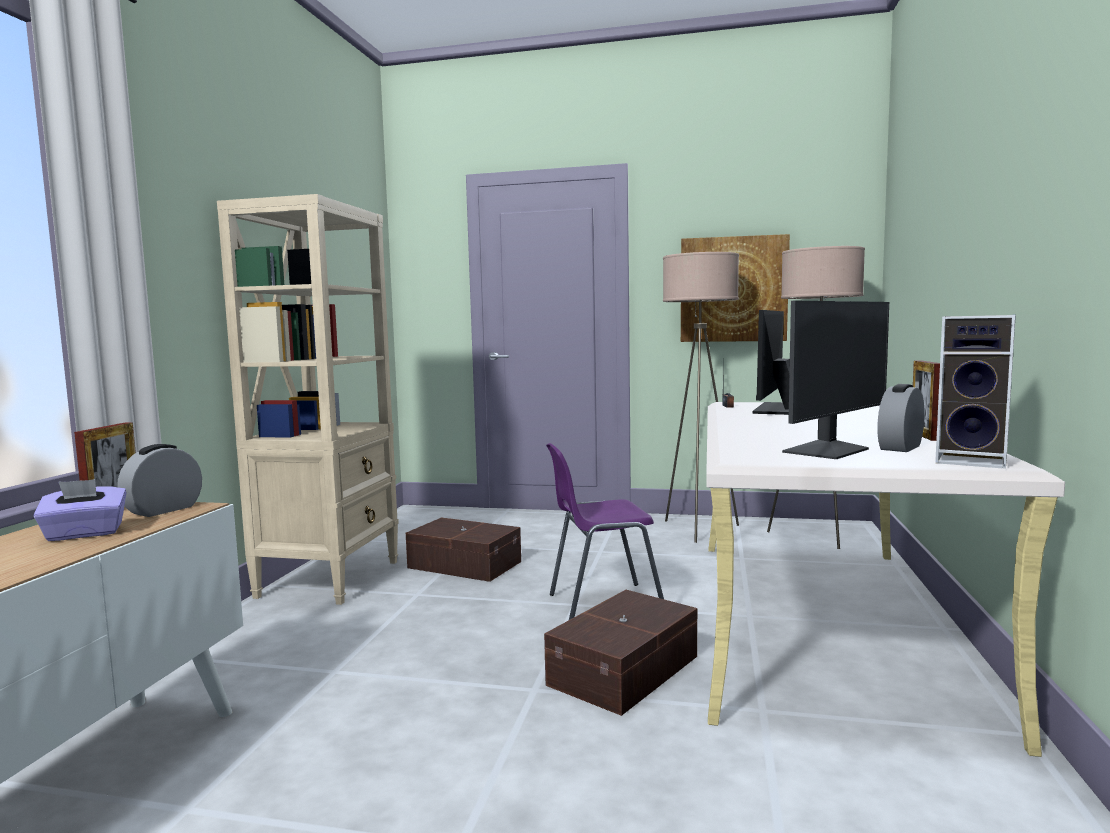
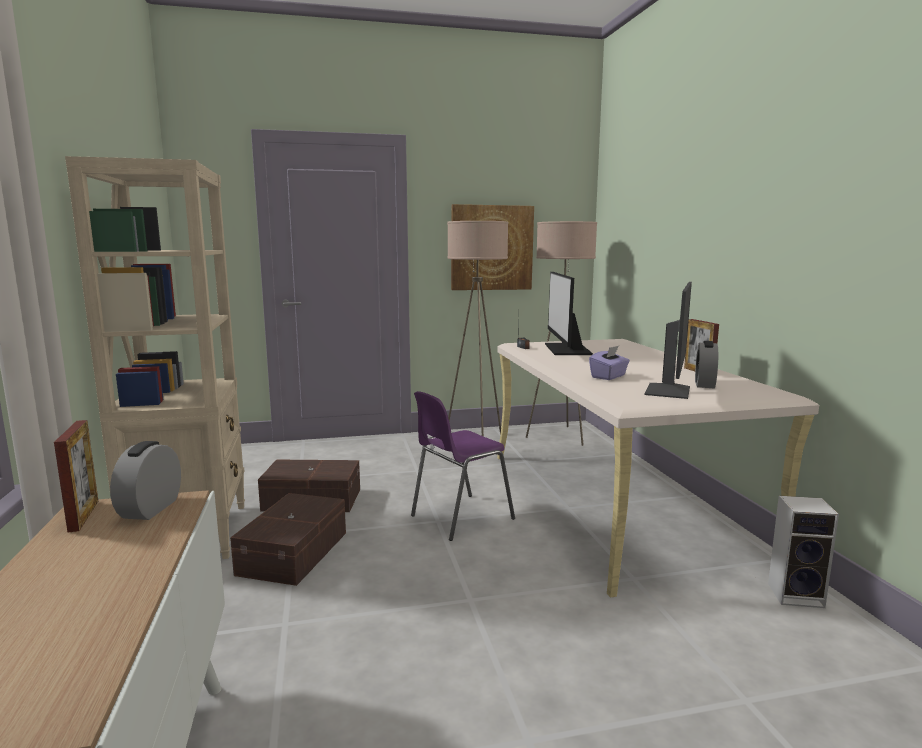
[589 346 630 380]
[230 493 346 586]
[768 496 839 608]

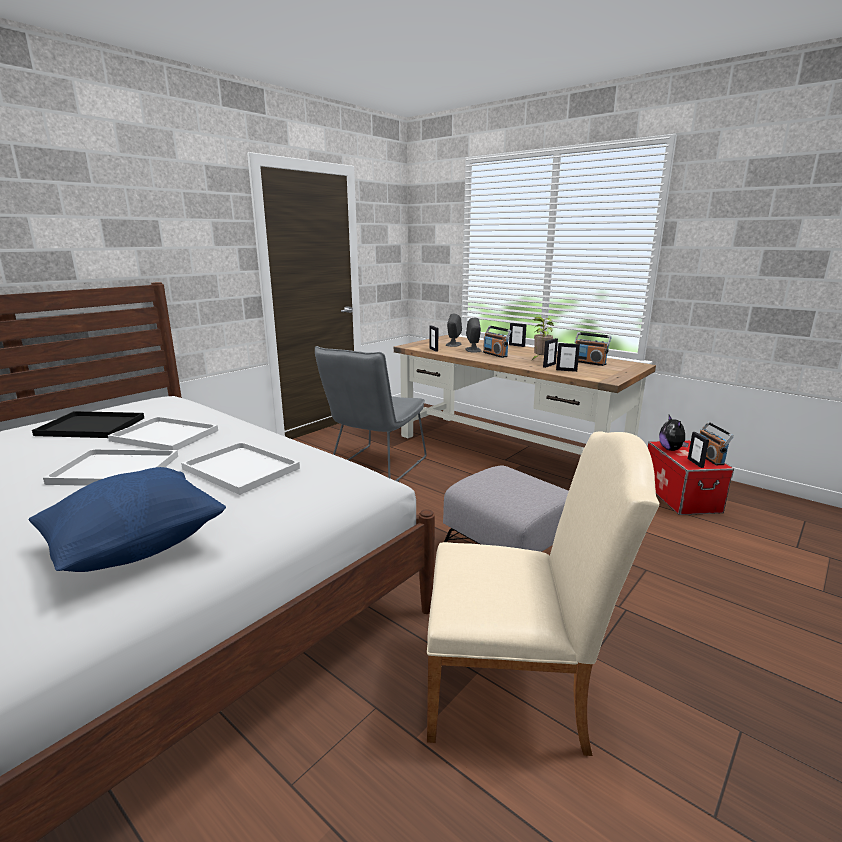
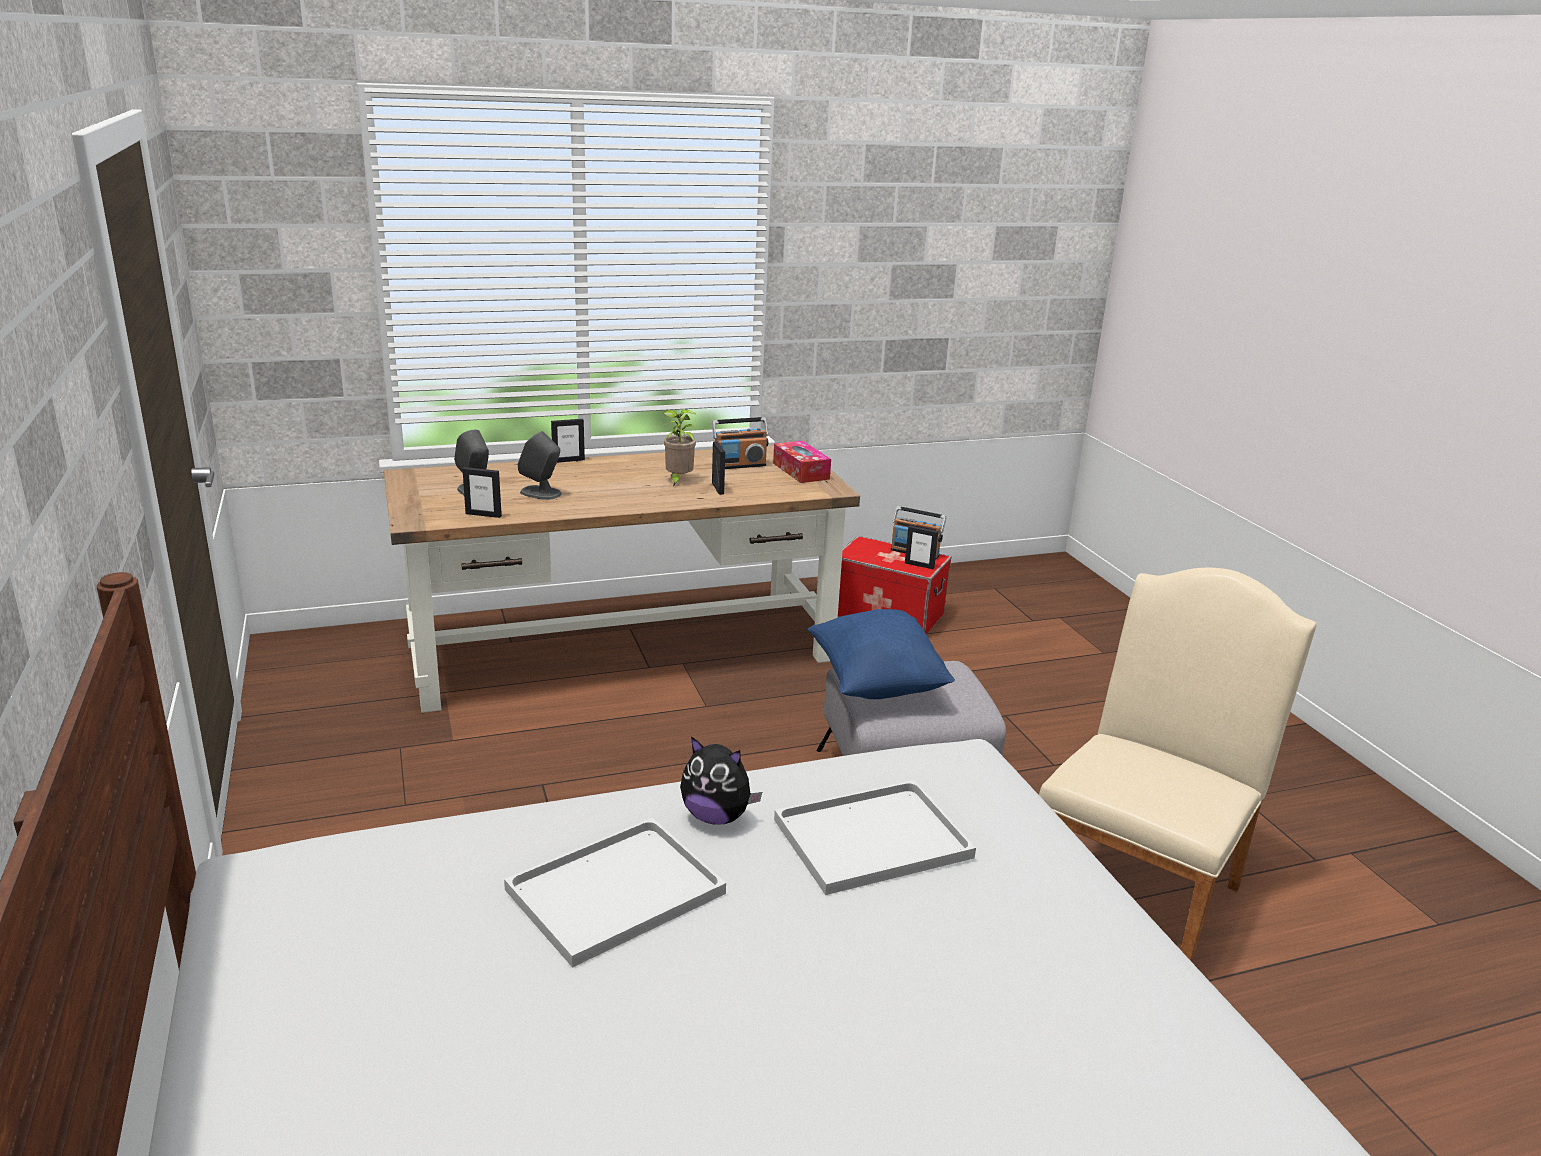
[32 411 144 438] (first image)
[43 449 178 486] (first image)
[315 346 427 482] (first image)
[483 325 511 358] (first image)
[556 343 580 372] (first image)
[773 441 831 483]
[807 609 955 699]
[680 736 762 825]

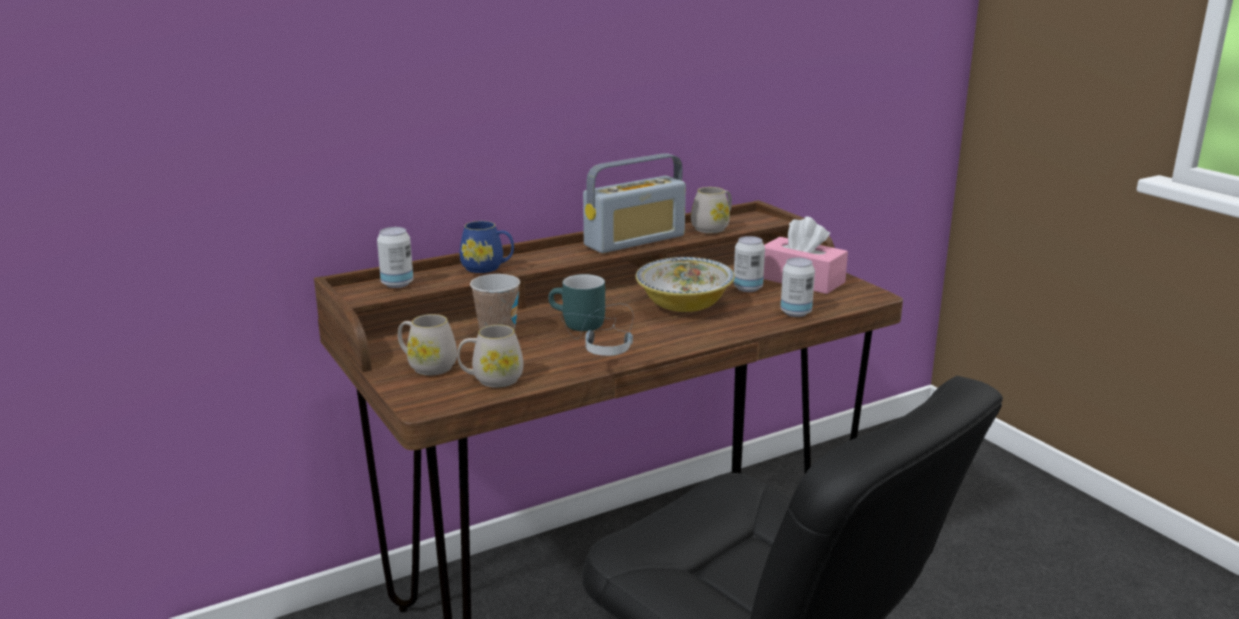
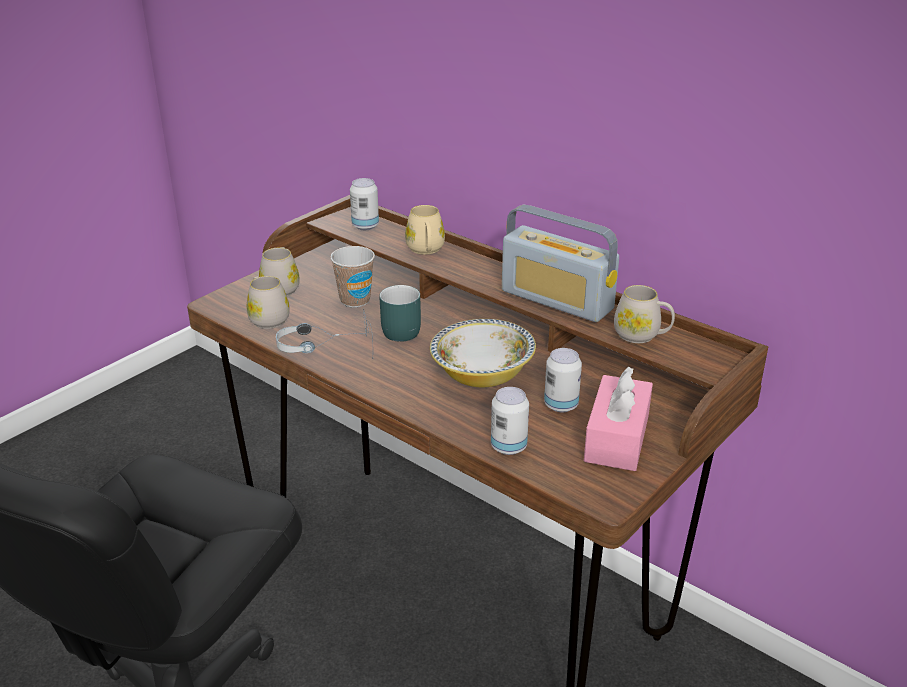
[405 205 445 255]

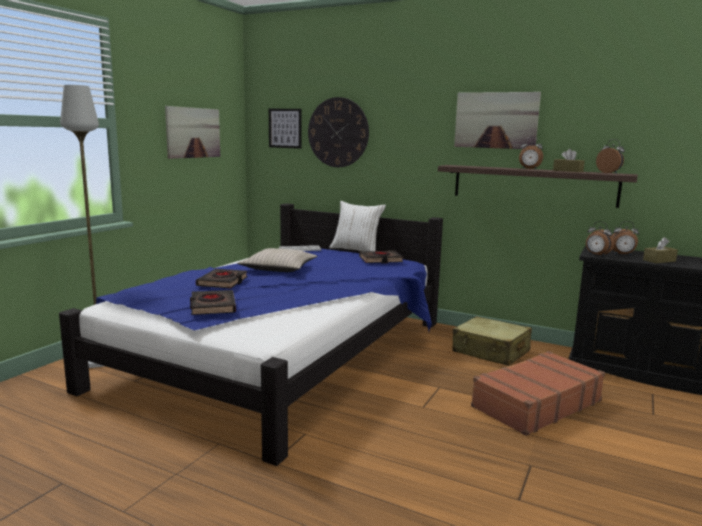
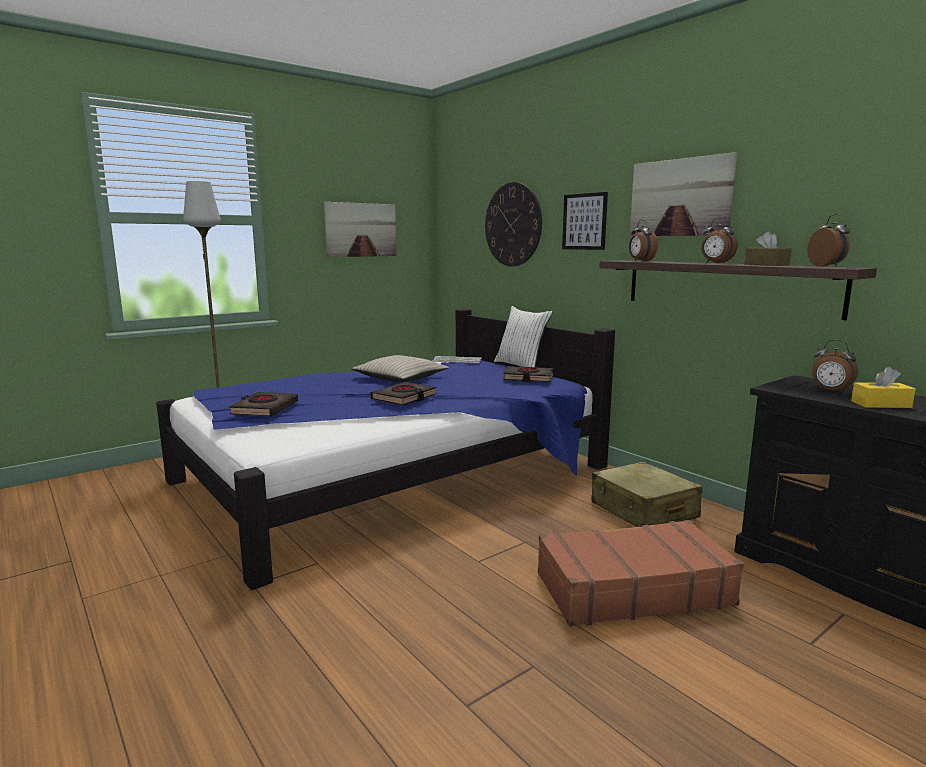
[370 382 437 406]
[562 192 608 250]
[629 220 658 262]
[851 367 916 408]

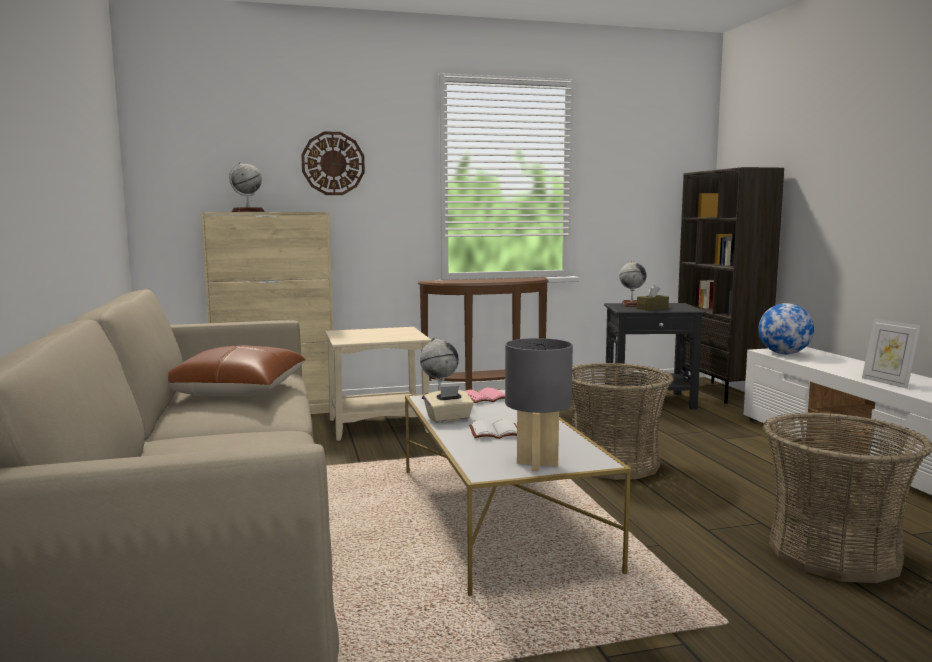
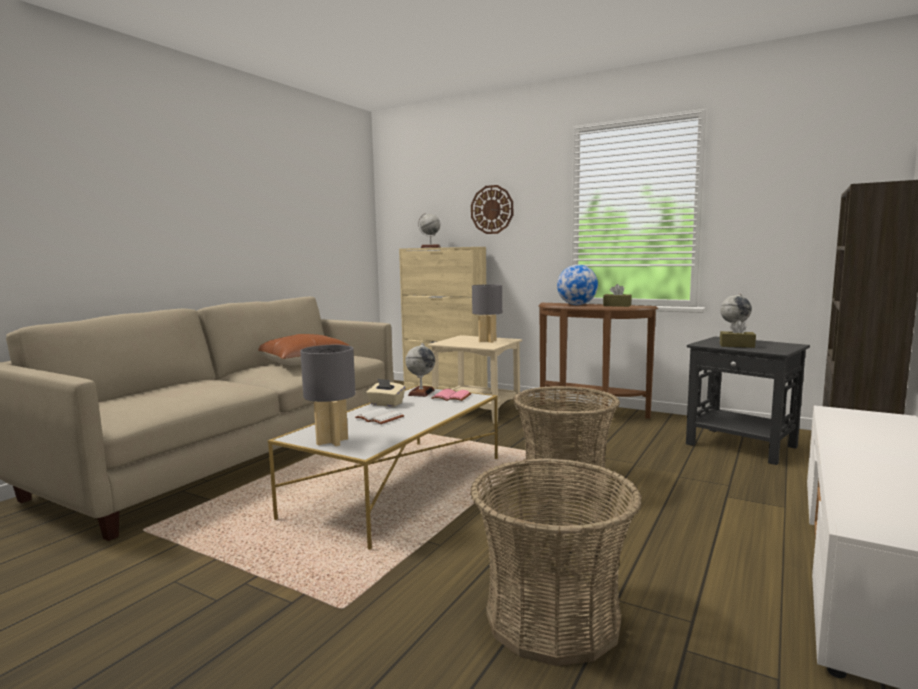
[862 318 921 389] (first image)
[472 284 502 343]
[603 284 632 307]
[557 265 598 305]

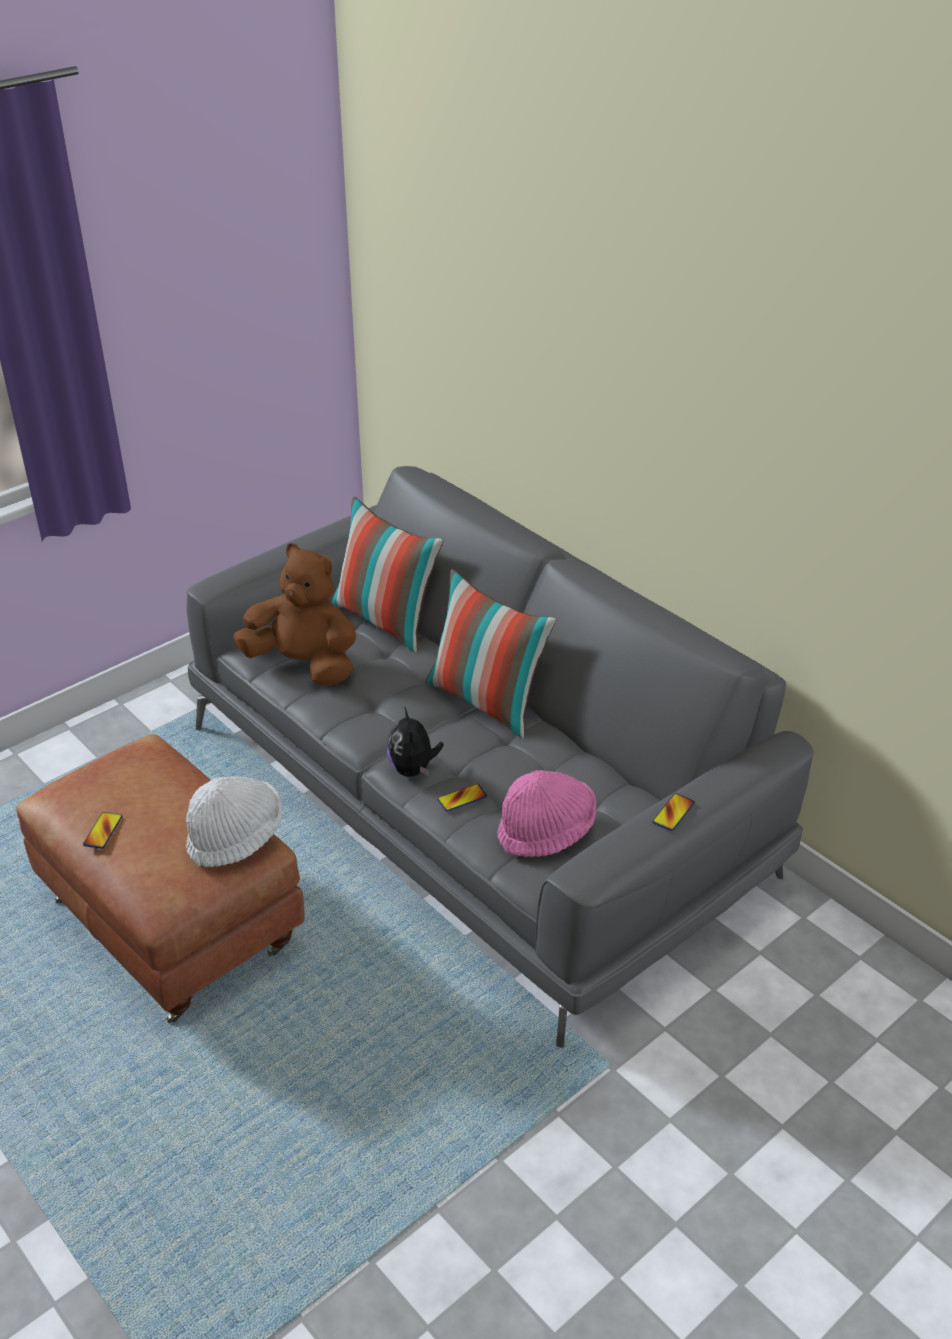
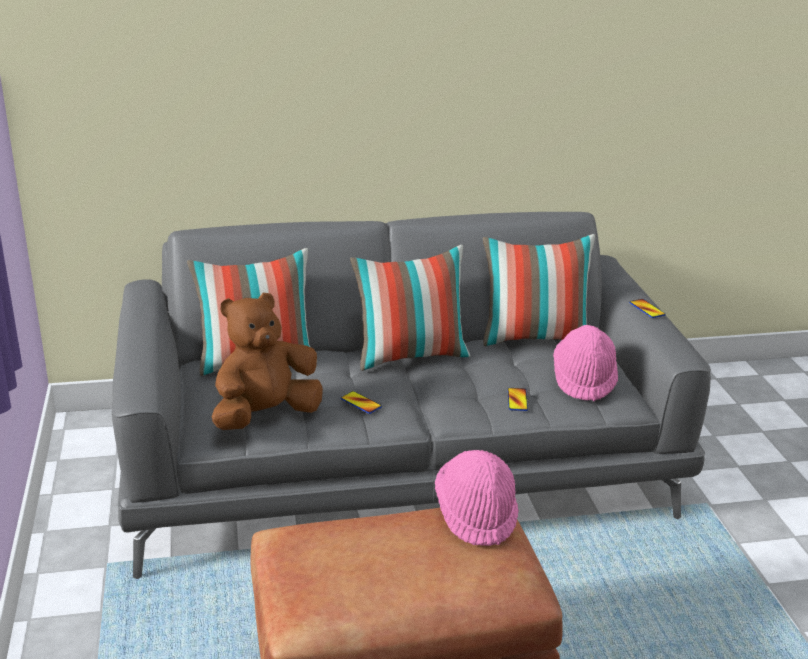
[387 706 444 777] (first image)
[483 234 595 346]
[341 391 382 414]
[435 450 519 546]

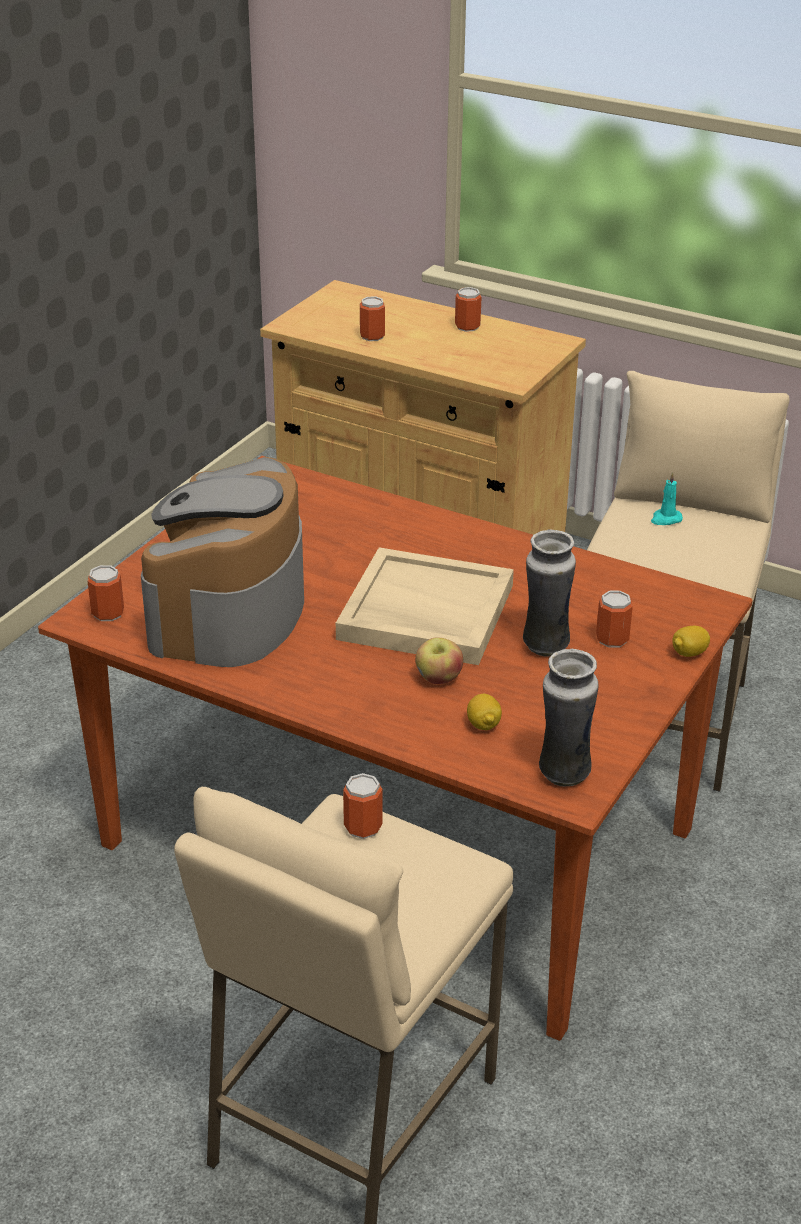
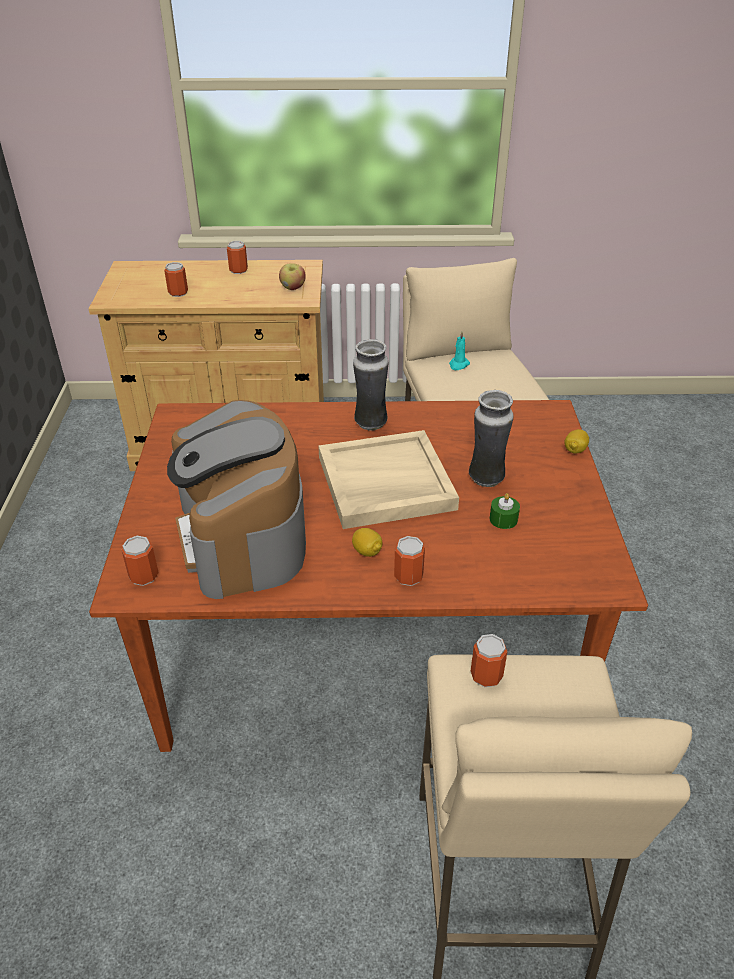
[490 493 520 529]
[279 263 306 290]
[352 528 382 557]
[353 339 388 431]
[394 536 425 586]

